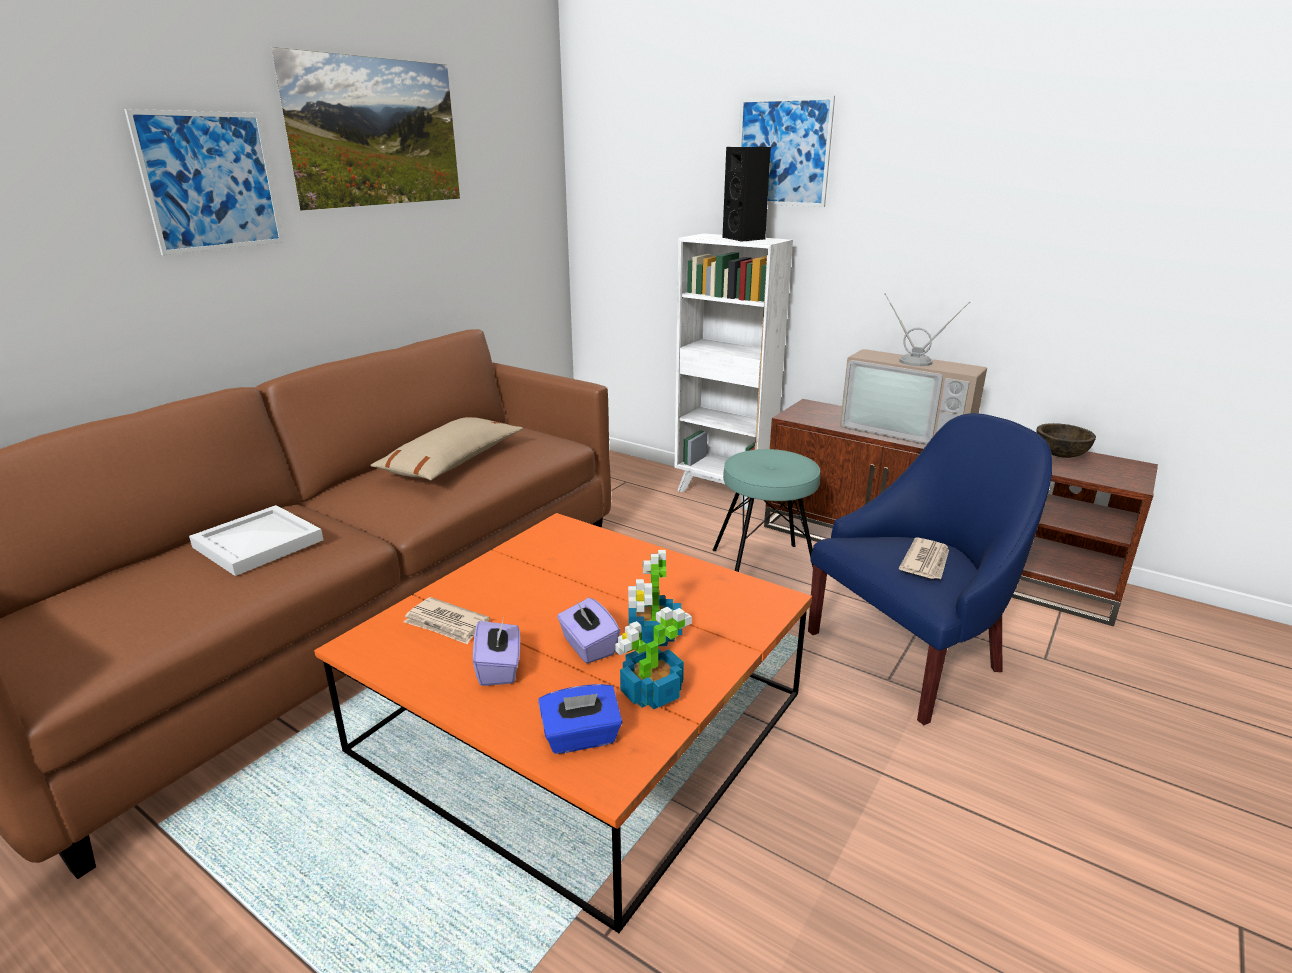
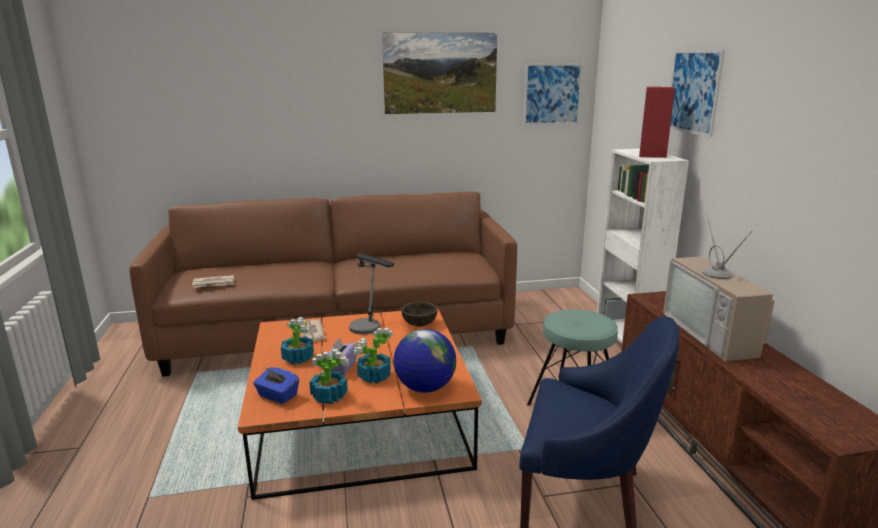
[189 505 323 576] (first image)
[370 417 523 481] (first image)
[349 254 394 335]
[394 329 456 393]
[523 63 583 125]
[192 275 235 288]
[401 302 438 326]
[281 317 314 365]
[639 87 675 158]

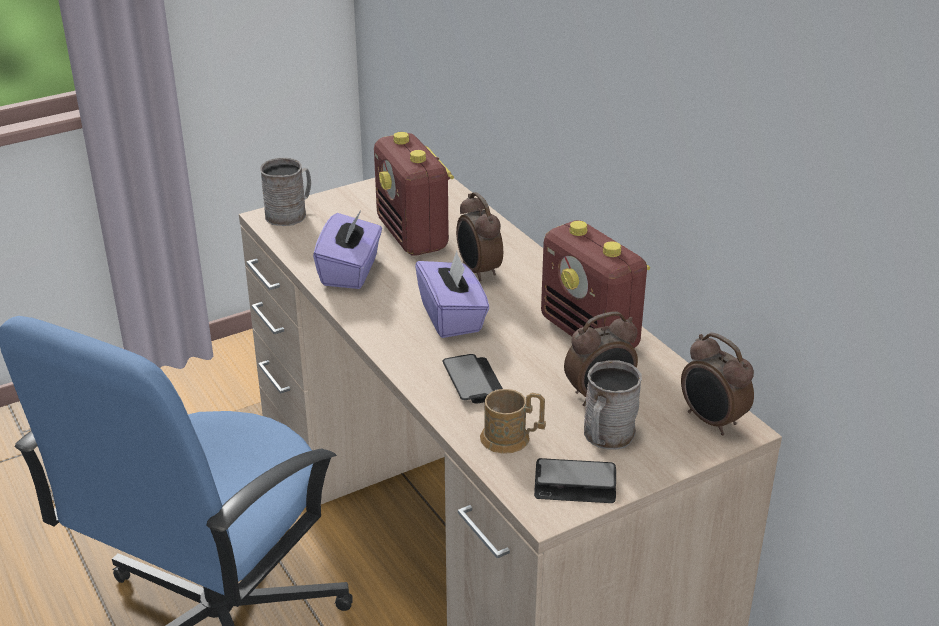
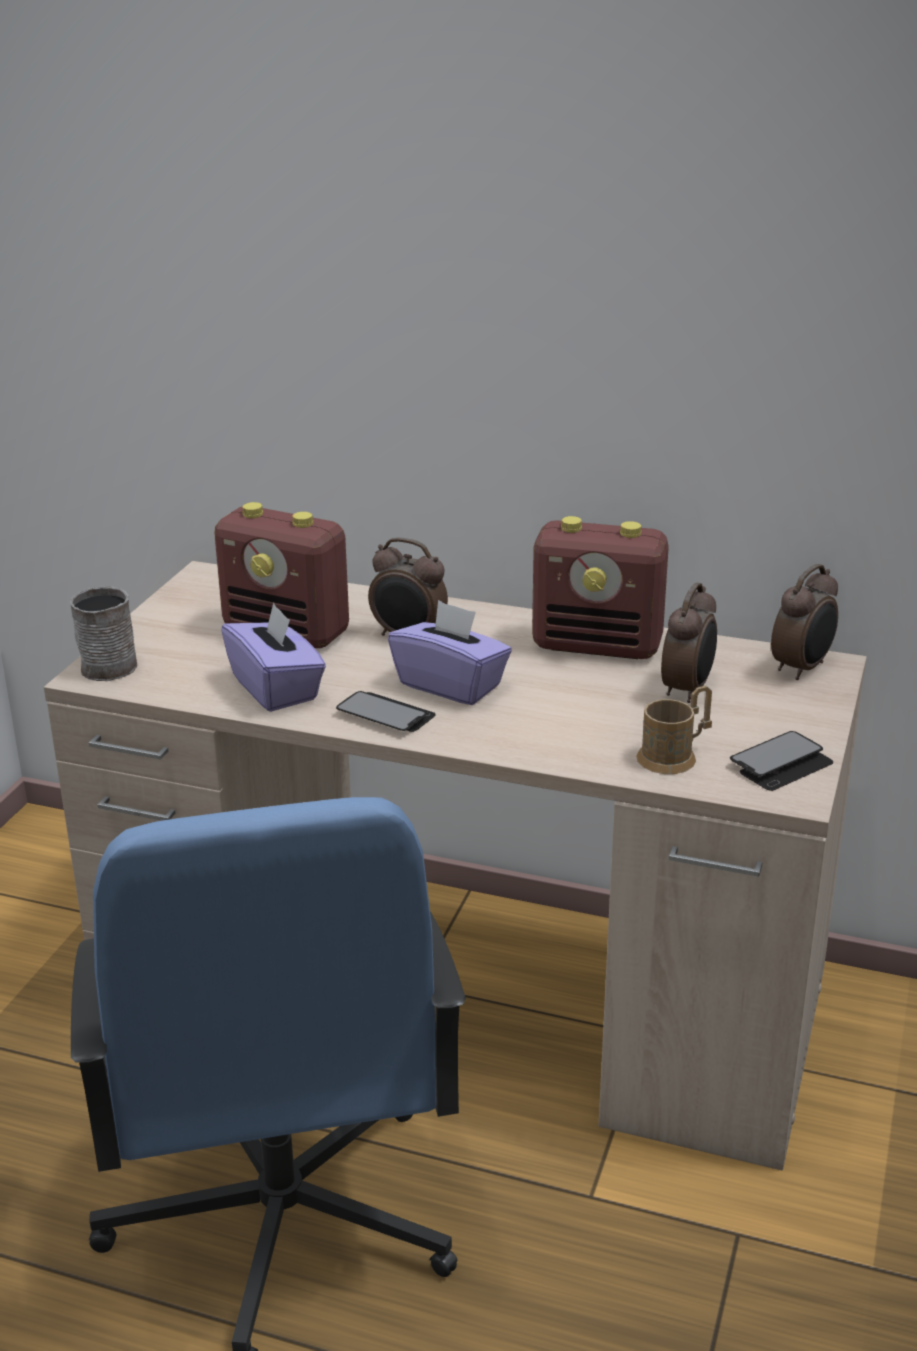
[584 360 642 450] (first image)
[336 691 435 732]
[771 564 838 680]

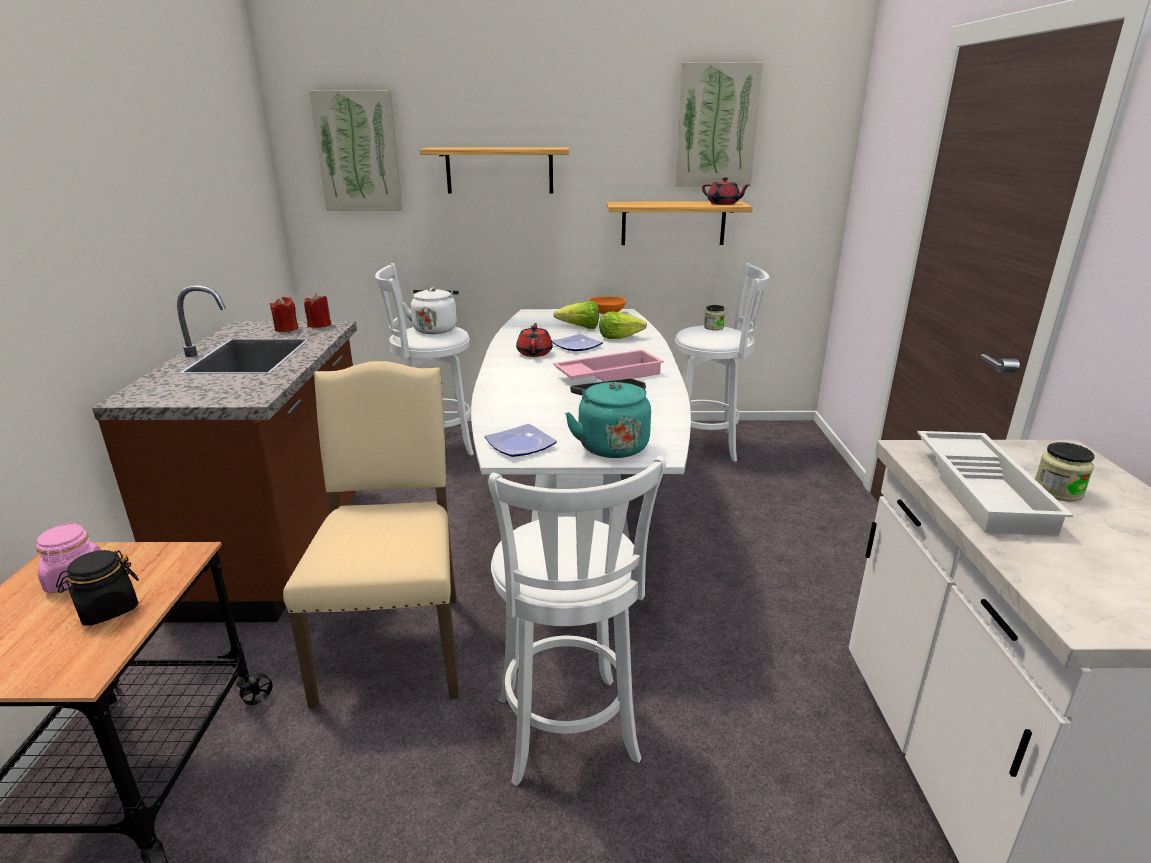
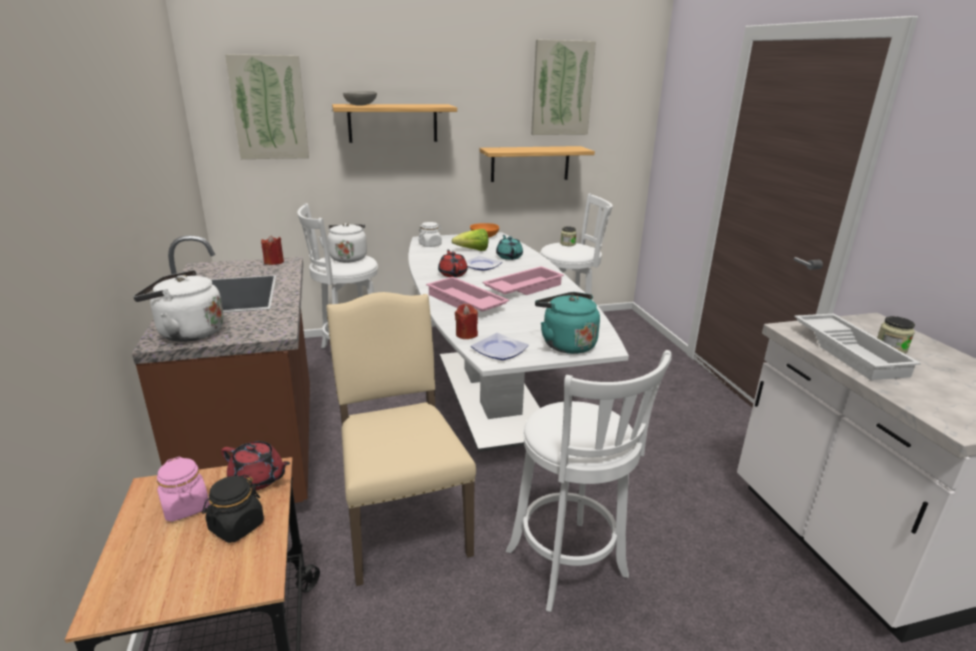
[133 270 224 342]
[343 91 377 106]
[418 222 442 247]
[426 277 509 312]
[455 304 478 339]
[221 441 290 490]
[496 235 523 260]

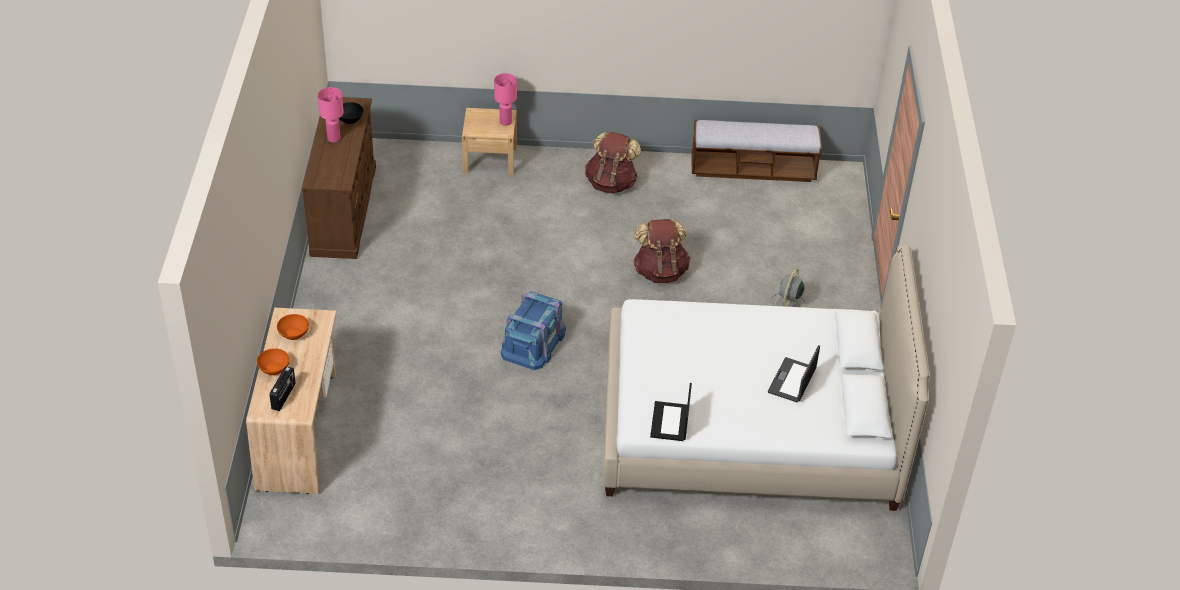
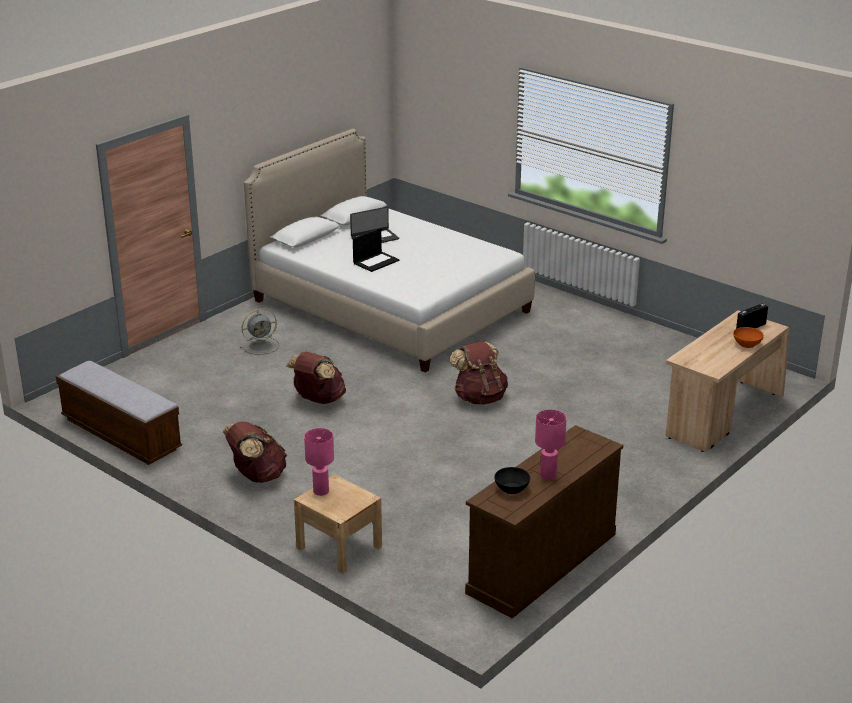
[277 314 309 340] (first image)
[353 228 400 272]
[450 341 508 405]

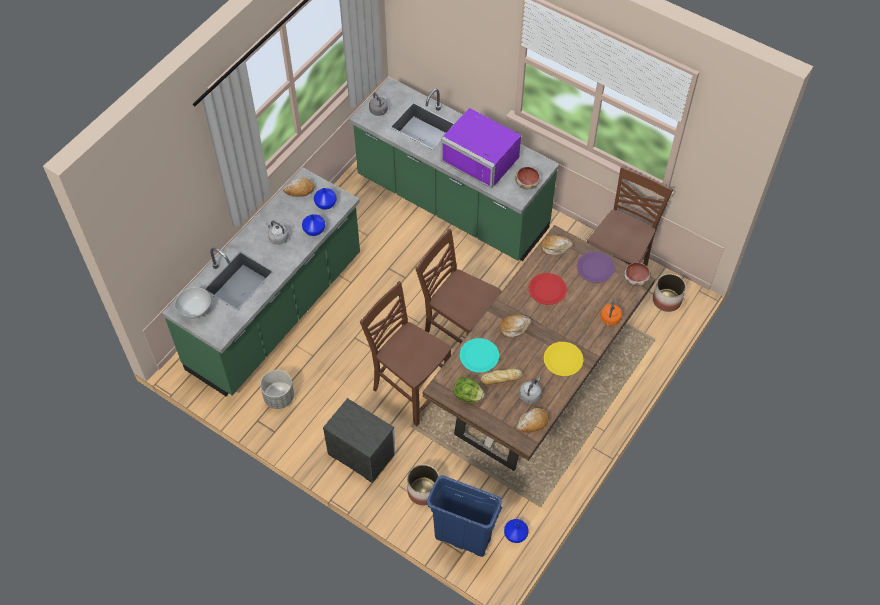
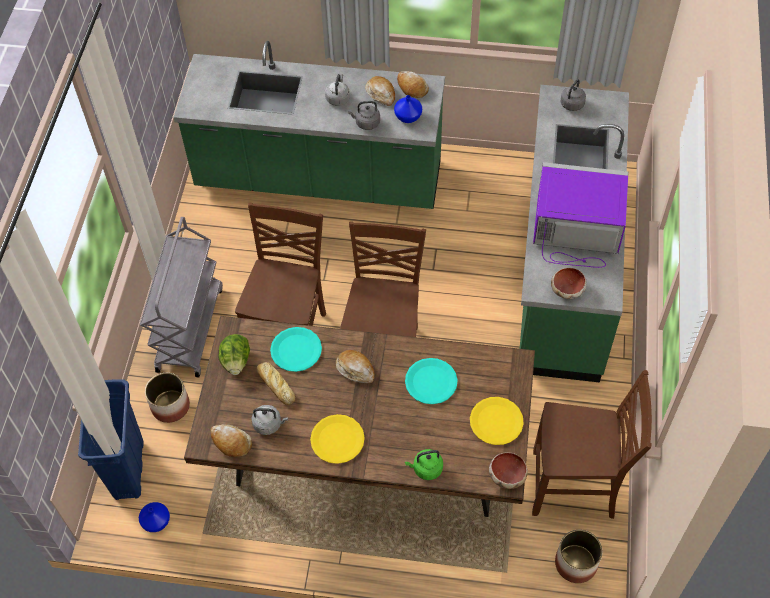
[175 287 211 319] (first image)
[260 370 294 409] (first image)
[365 76 395 106]
[348 101 380 130]
[140 217 223 377]
[405 358 458 404]
[470 397 524 445]
[405 449 443 480]
[533 162 628 268]

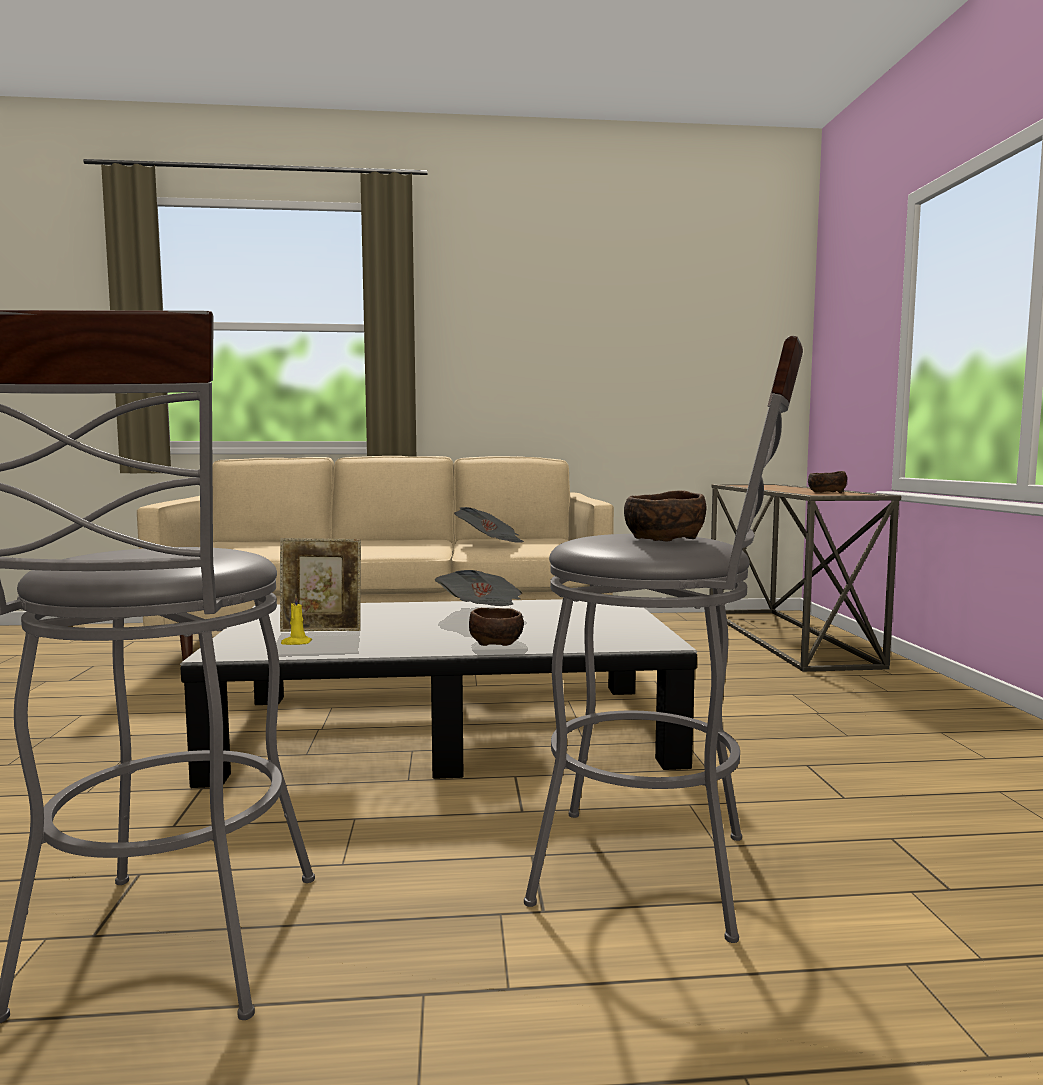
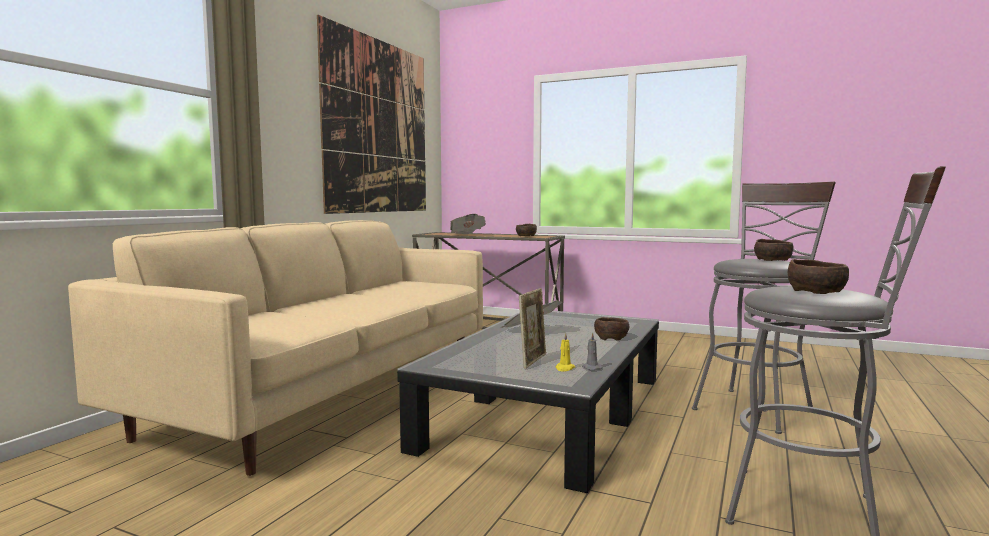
[317 15 426 214]
[582 332 602 370]
[788 259 849 294]
[450 214 486 234]

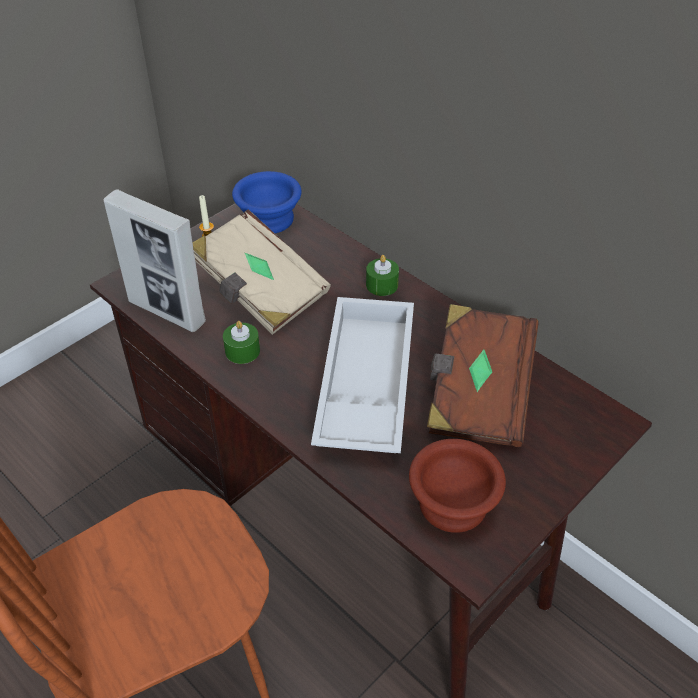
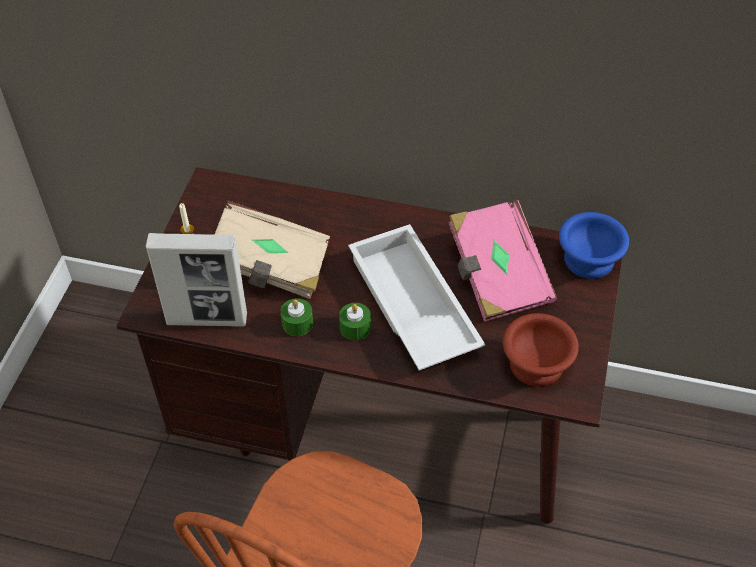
[559 212 629 279]
[339 303 371 341]
[448 200 557 322]

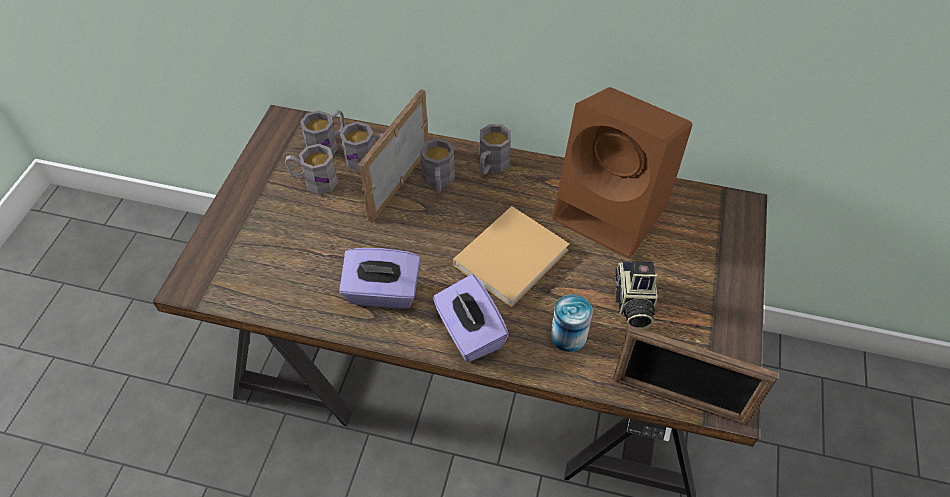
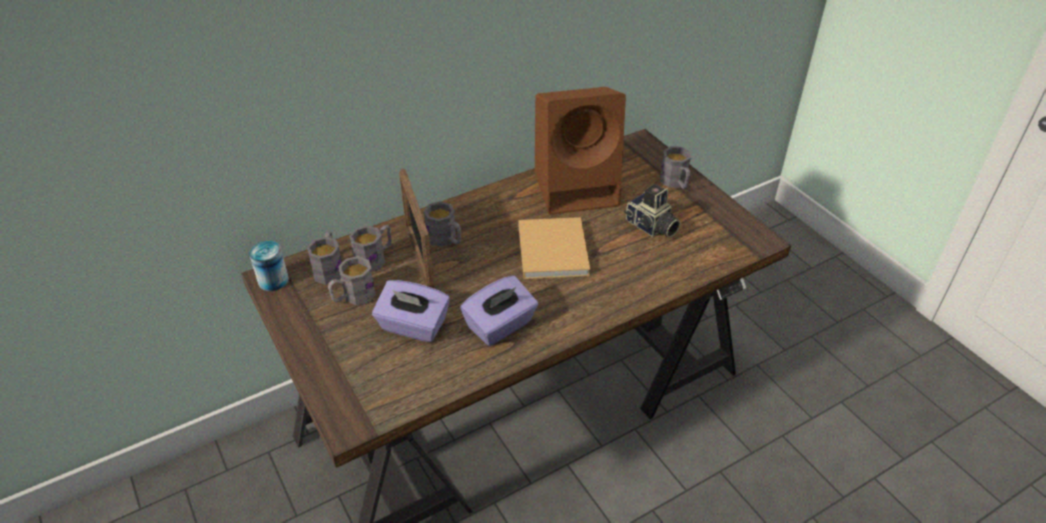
[612 325 779 425] (first image)
[372 280 450 342]
[660 146 691 189]
[249 241 289 291]

